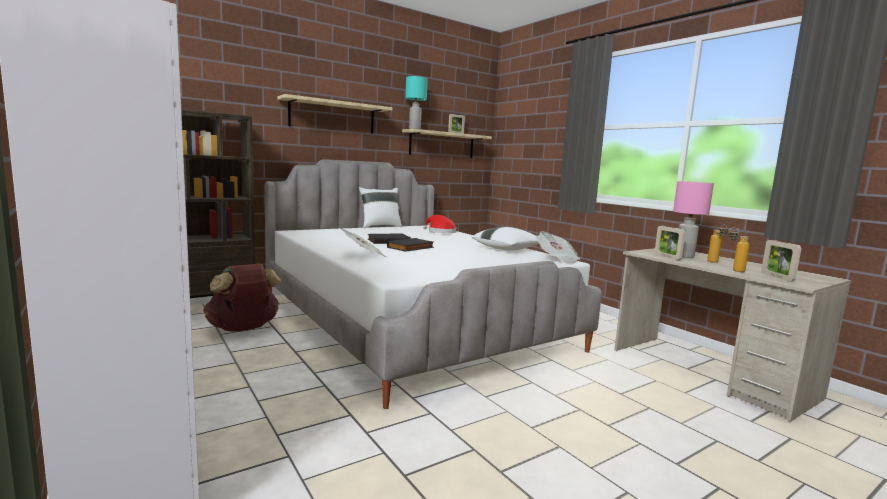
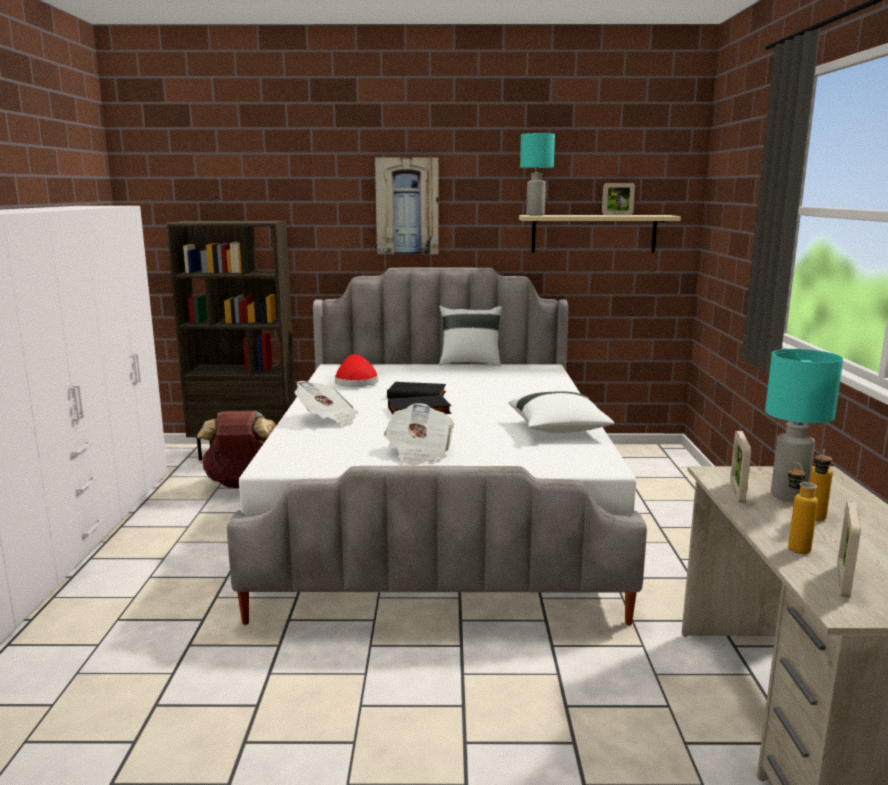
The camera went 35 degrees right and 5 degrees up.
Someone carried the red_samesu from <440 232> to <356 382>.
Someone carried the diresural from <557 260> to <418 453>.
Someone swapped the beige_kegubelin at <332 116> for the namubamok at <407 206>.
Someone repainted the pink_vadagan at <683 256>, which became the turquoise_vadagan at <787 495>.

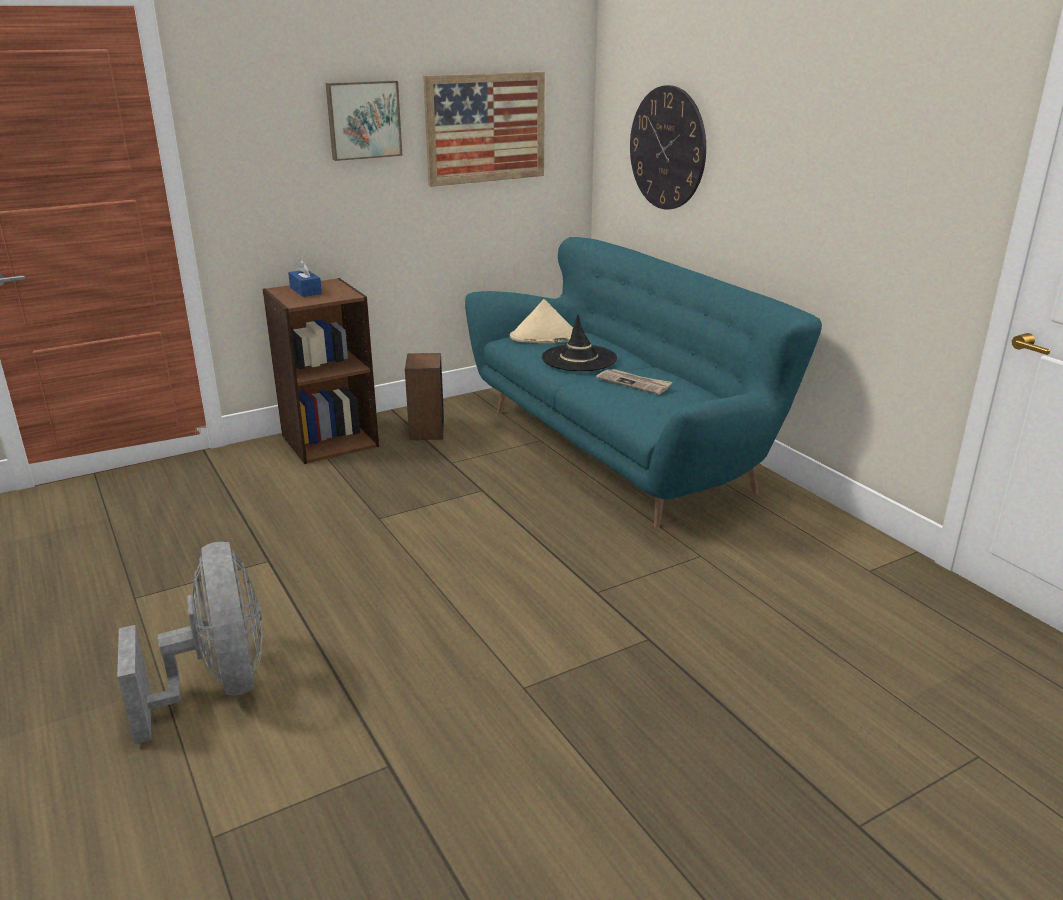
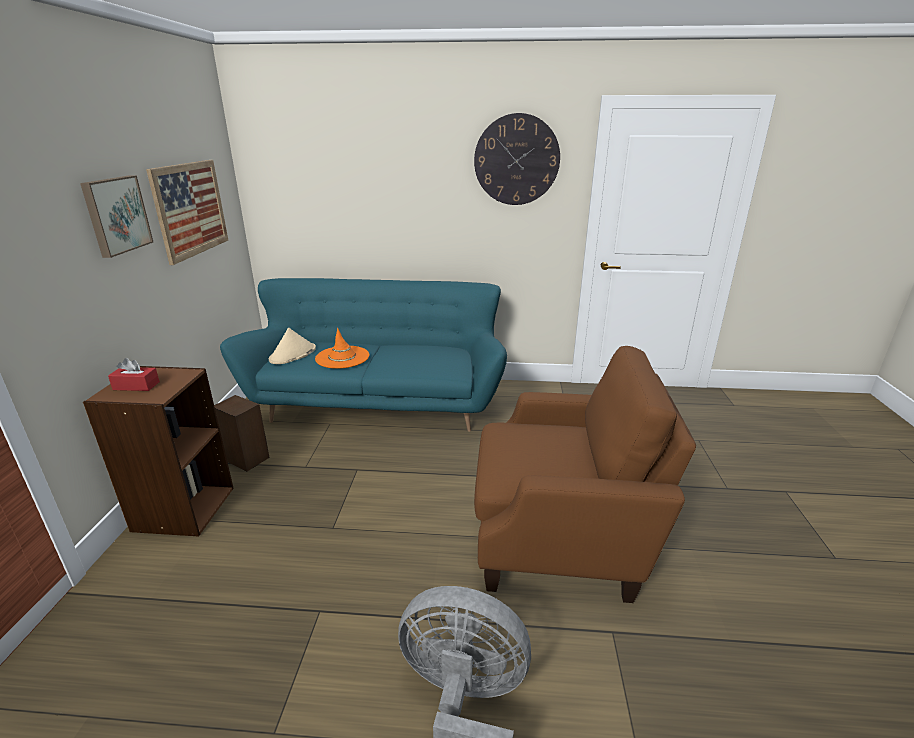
The camera went 55 degrees left and 0 degrees up.
Someone took away the diresural at <634 383>.
Someone put down the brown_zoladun at <560 536>.
Someone carried the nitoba from <667 148> to <516 160>.
Someone repainted the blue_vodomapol at <305 291>, which became the red_vodomapol at <136 386>.
Someone repainted the black_samesu at <579 358>, which became the orange_samesu at <342 357>.

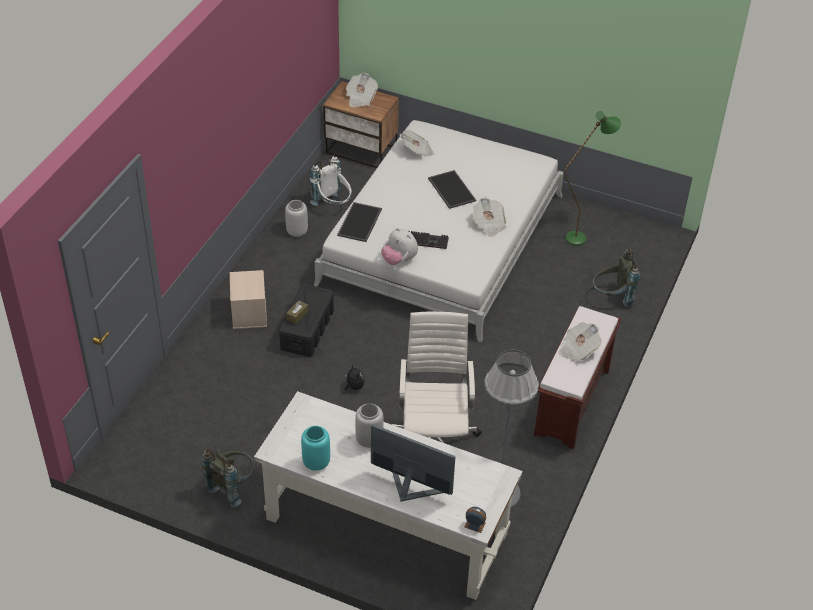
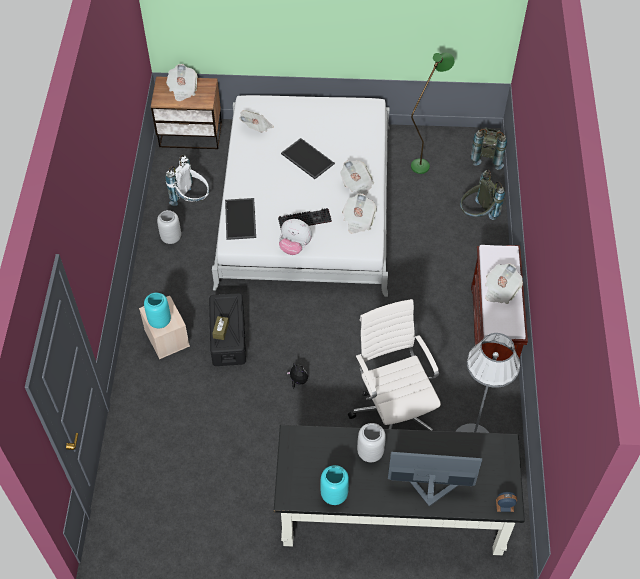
The camera went 20 degrees left and 10 degrees up.
Someone put down the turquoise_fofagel at <160 321>.
Someone put down the diresural at <358 220>.
Someone carried the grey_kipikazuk from <232 486> to <487 156>.
Someone repainted the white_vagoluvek at <385 526>, which became the black_vagoluvek at <391 512>.

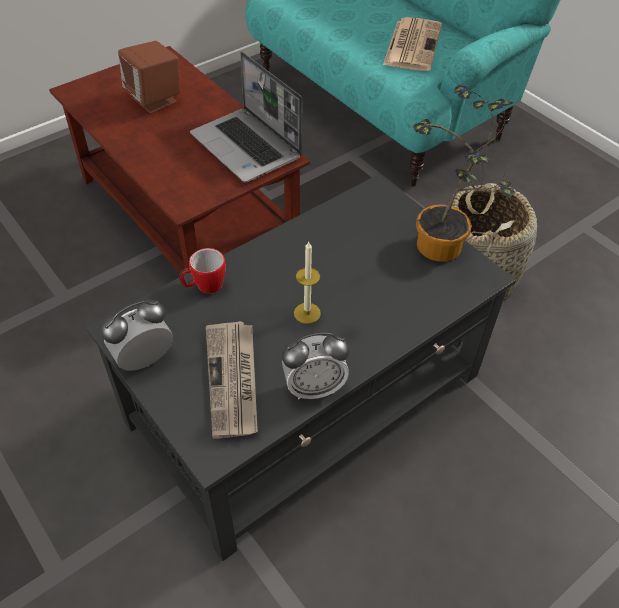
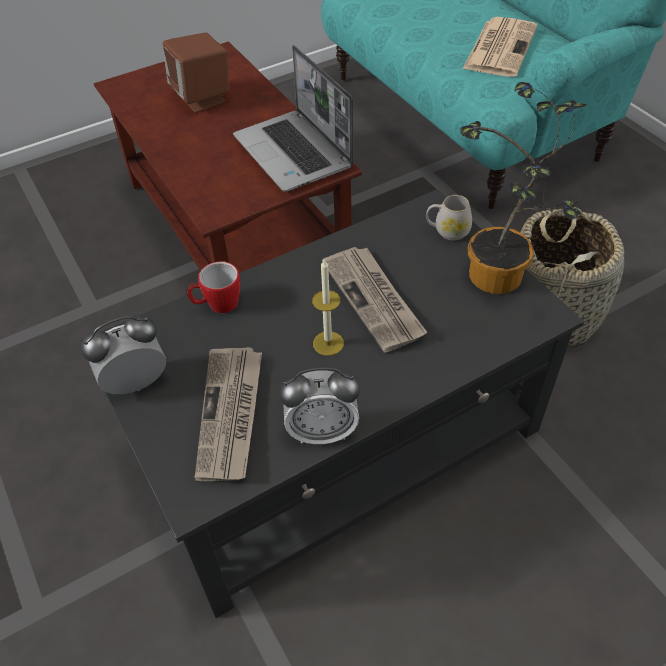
The camera went 10 degrees right and 0 degrees up.
Someone put down the diresural at <374 300>.
Someone put down the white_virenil at <447 231>.

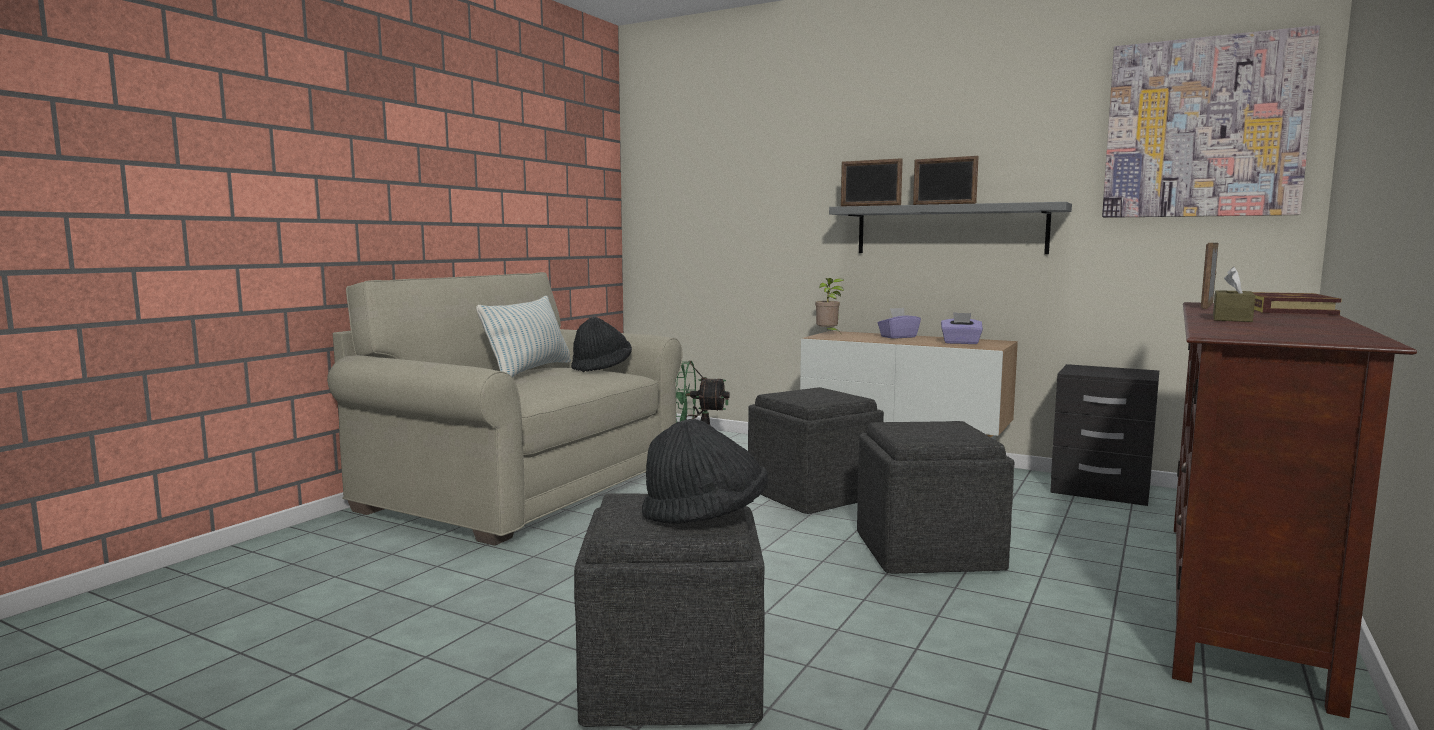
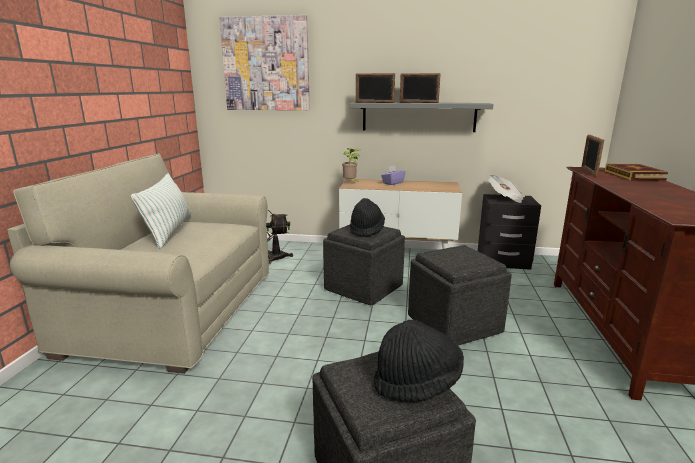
The camera went 20 degrees left and 10 degrees up.
Someone took away the purple_vodomapol at <960 343>.
Someone took away the brown_vodomapol at <1232 318>.
Someone put down the diresural at <505 198>.
Someone carried the black_samesu from <601 367> to <366 230>.
Someone carried the namubamok from <1203 128> to <266 64>.

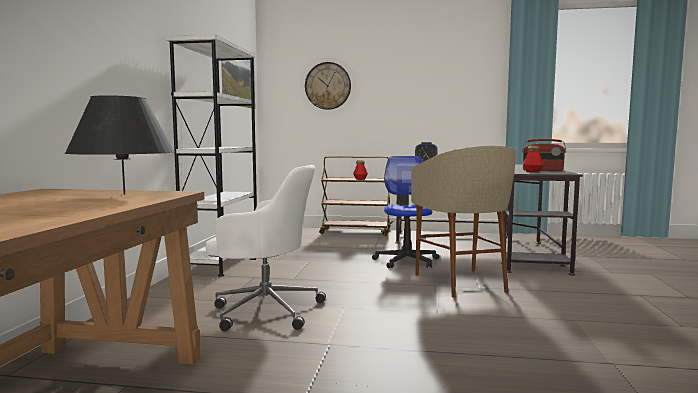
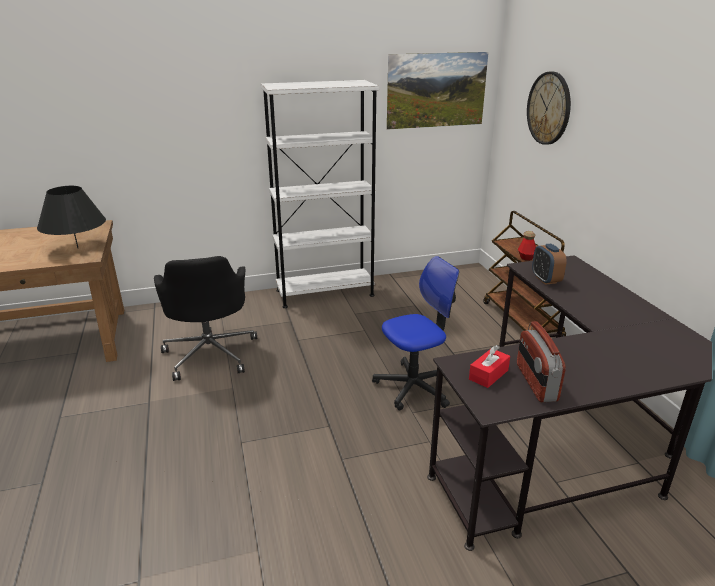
The camera went 65 degrees right and 20 degrees up.
Someone took away the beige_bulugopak at <461 283>.
Someone swapped the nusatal at <532 172> for the red_vodomapol at <488 375>.
Someone repainted the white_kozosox at <265 310>, which became the black_kozosox at <210 353>.

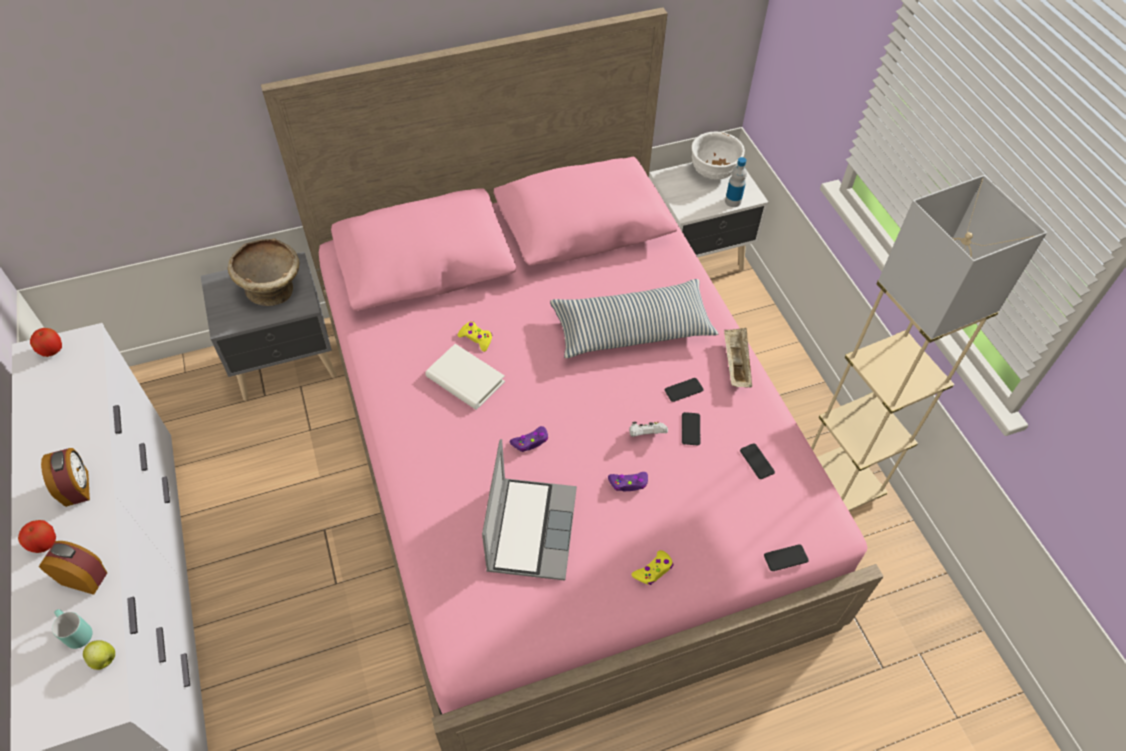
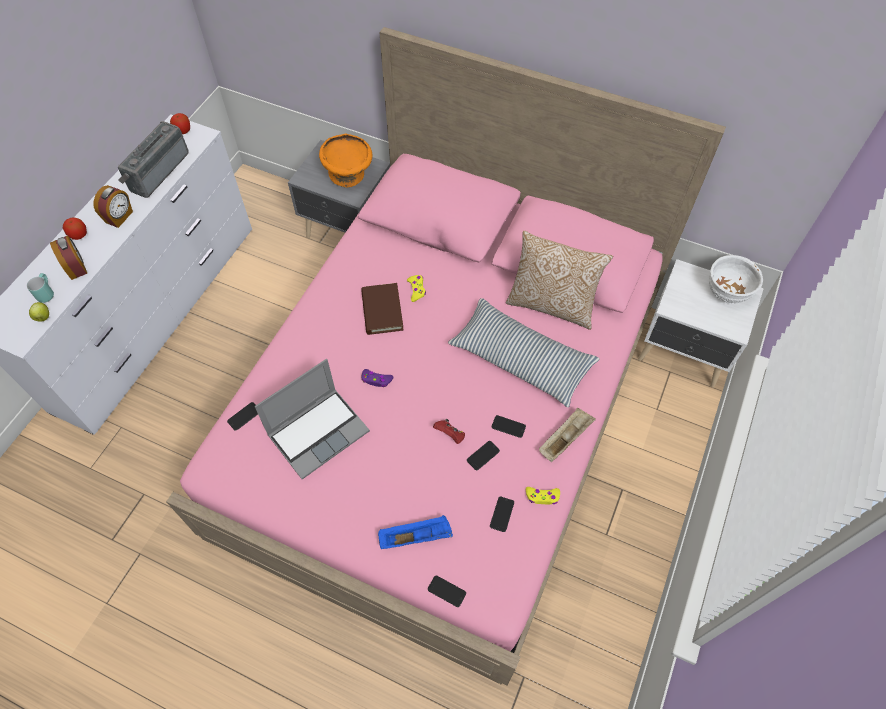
The camera went 45 degrees right and 5 degrees up.
Someone took away the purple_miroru at <628 483>.
Someone took away the nusatal at <733 201>.
Someone took away the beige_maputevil at <838 485>.
Someone put down the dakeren at <157 171>.
Someone put down the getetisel at <244 416>.
Someone put down the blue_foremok at <416 536>.
Someone put down the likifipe at <552 304>.
Someone carried the yellow_miroru from <653 570> to <542 497>.
Someone repainted the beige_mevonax at <273 289>, which became the orange_mevonax at <349 175>.
Someone repainted the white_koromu at <465 379>, which became the brown_koromu at <382 311>.
Someone repainted the white_miroru at <646 435>, which became the red_miroru at <450 435>.

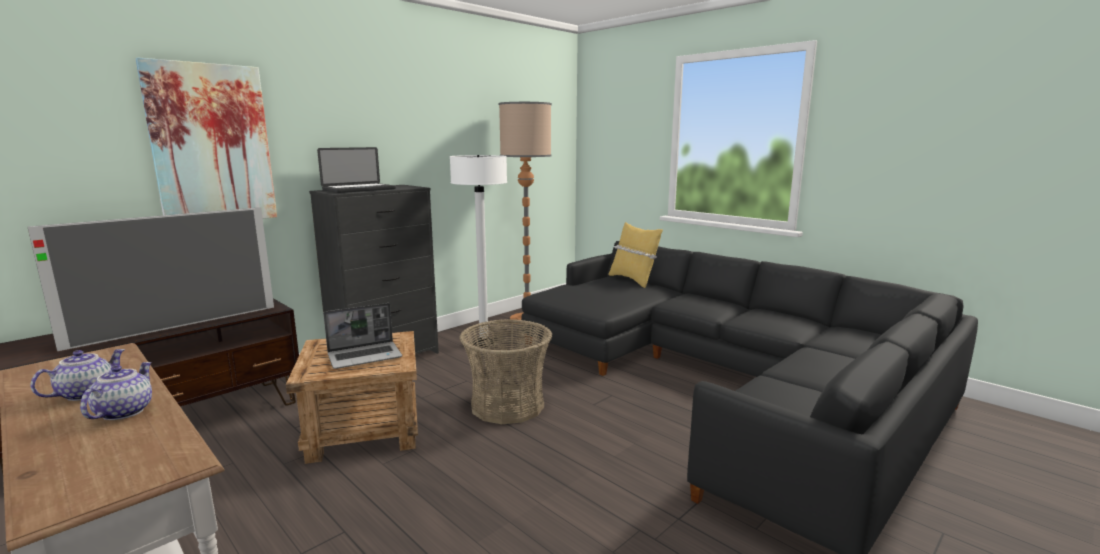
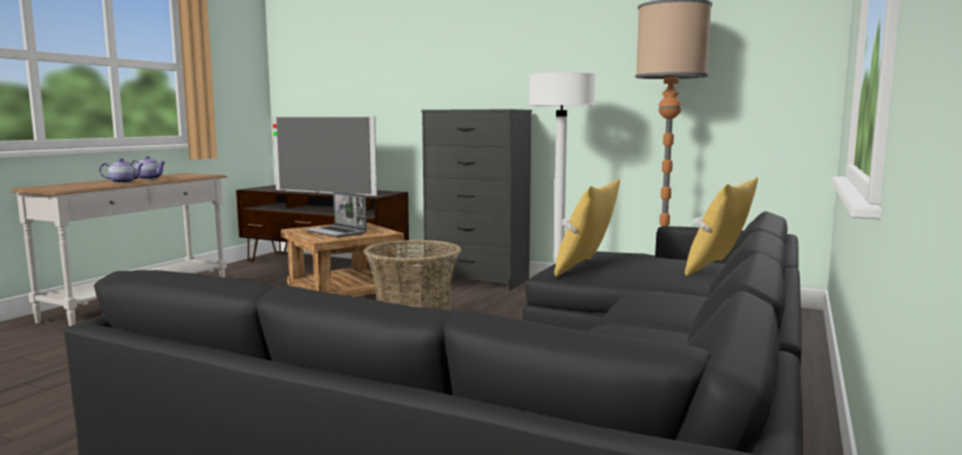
The camera went 70 degrees right and 5 degrees down.
Someone took away the namubamok at <212 145>.
Someone took away the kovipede at <359 189>.
Someone put down the yellow_likifipe at <587 268>.

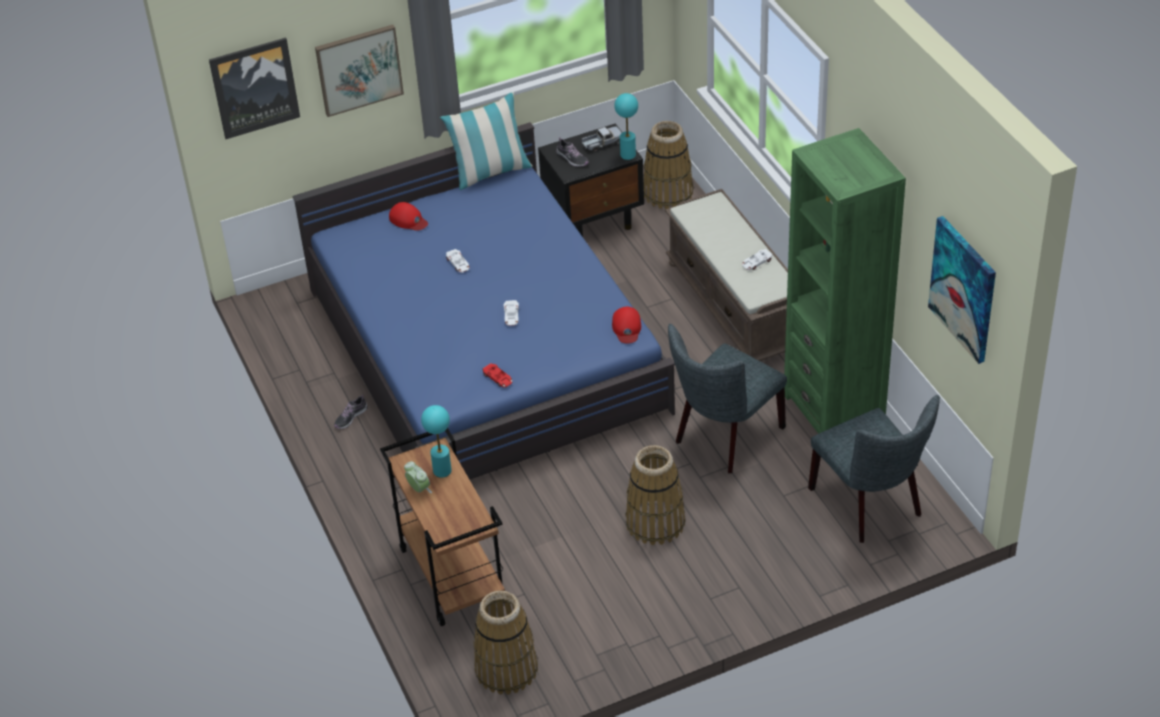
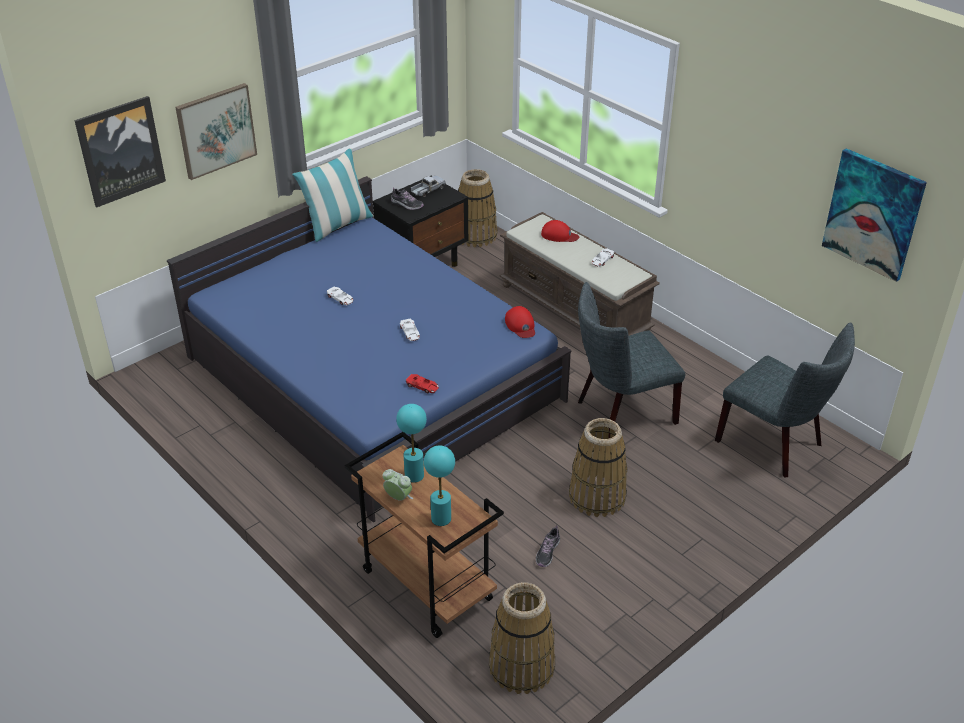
The camera went 20 degrees left and 5 degrees down.
Someone took away the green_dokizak at <834 409>.
Someone carried the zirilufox from <350 417> to <547 552>.
Someone carried the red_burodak from <408 220> to <559 235>.
Someone carried the turquoise_vadagan from <627 155> to <441 519>.
Someone rotated the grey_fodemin at <724 438> by 45 degrees clockwise.

